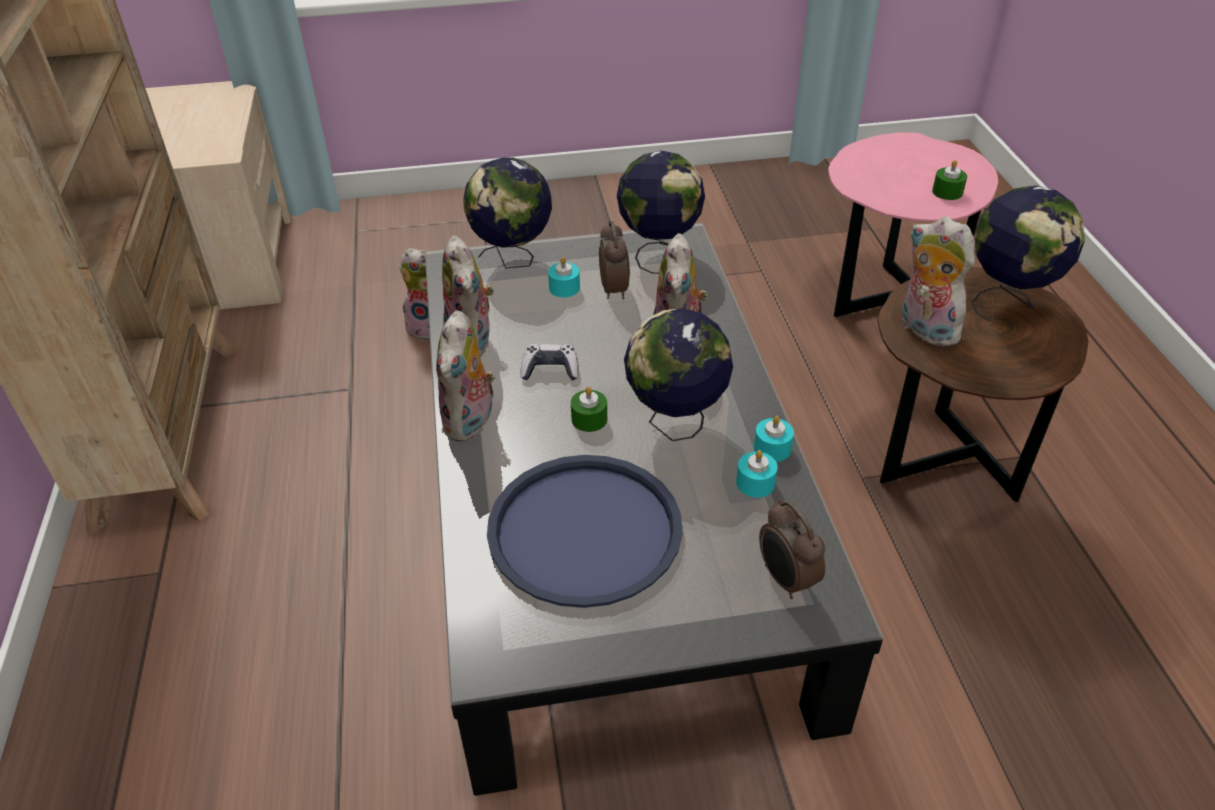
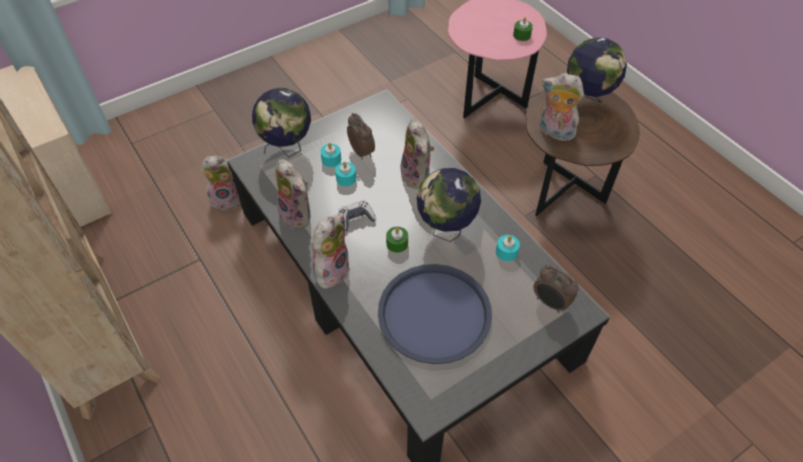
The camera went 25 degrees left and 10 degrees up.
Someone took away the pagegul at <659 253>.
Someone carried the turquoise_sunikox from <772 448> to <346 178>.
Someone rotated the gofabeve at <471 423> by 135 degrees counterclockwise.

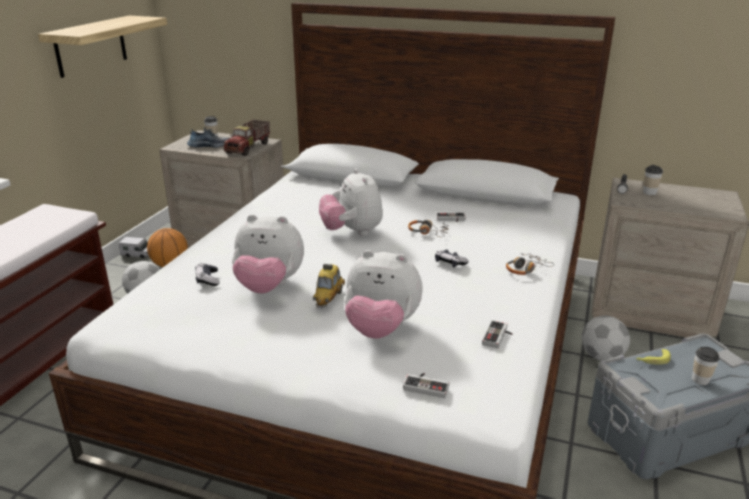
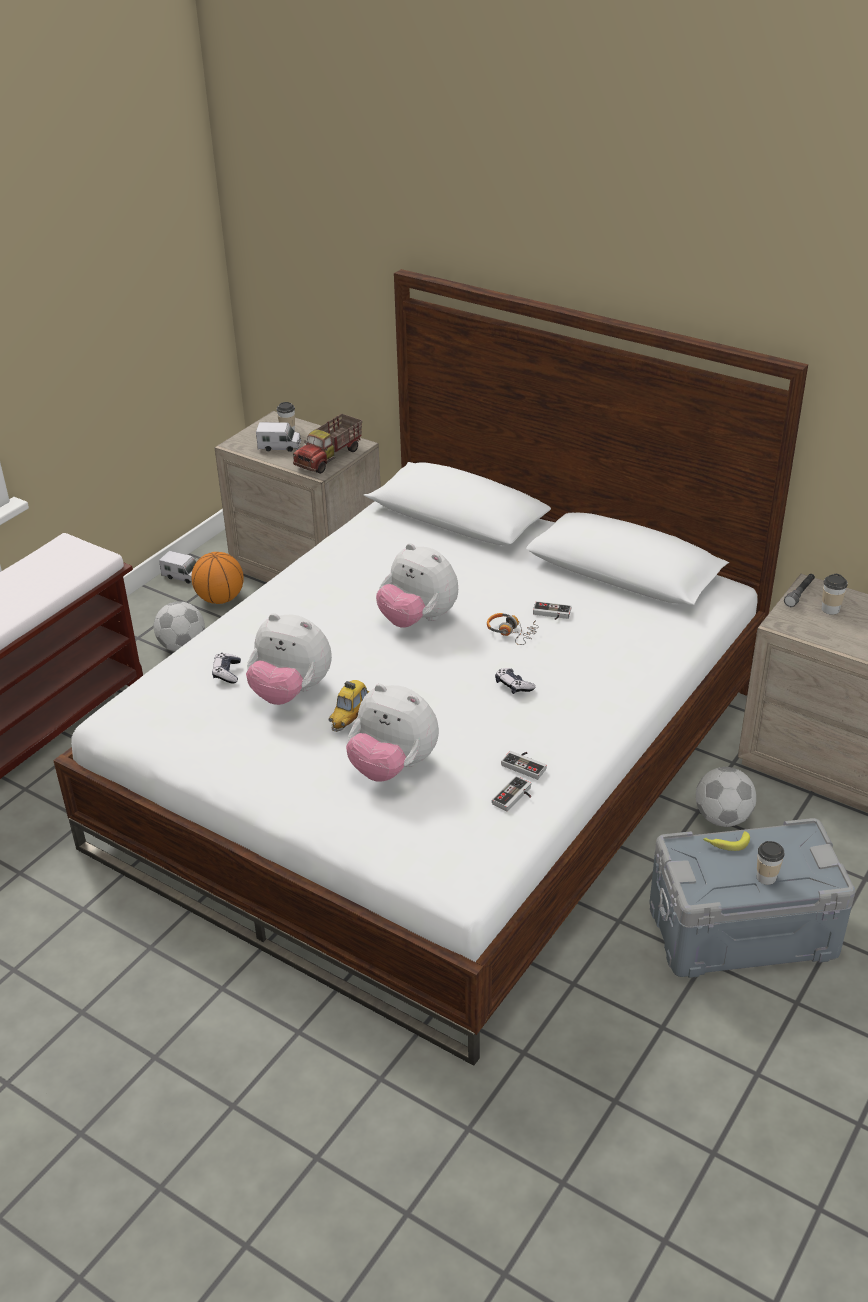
The camera went 15 degrees right and 10 degrees up.
Someone took away the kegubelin at <91 46>.
Someone took away the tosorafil at <526 269>.
Someone carried the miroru from <427 385> to <526 765>.
Someone swapped the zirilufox at <209 145> for the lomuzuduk at <279 447>.
Someone rotated the gofabeve at <352 232> by 45 degrees counterclockwise.

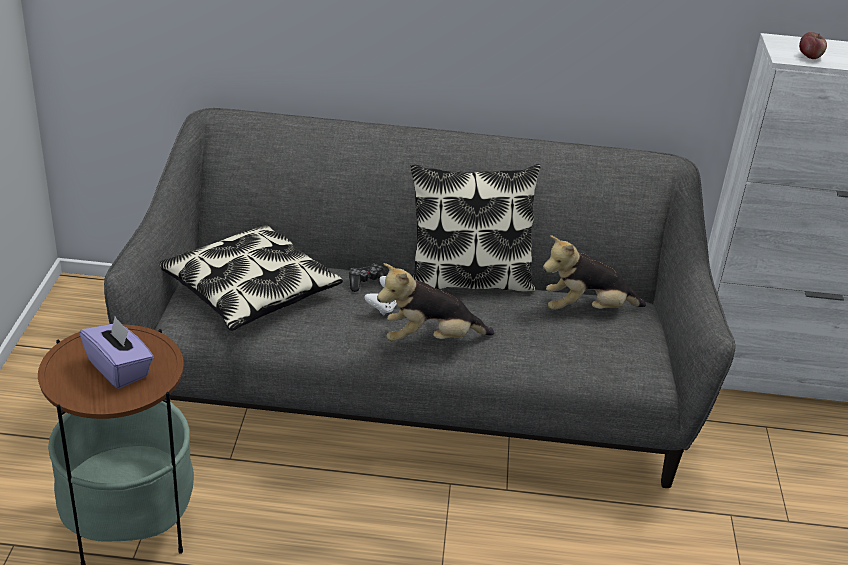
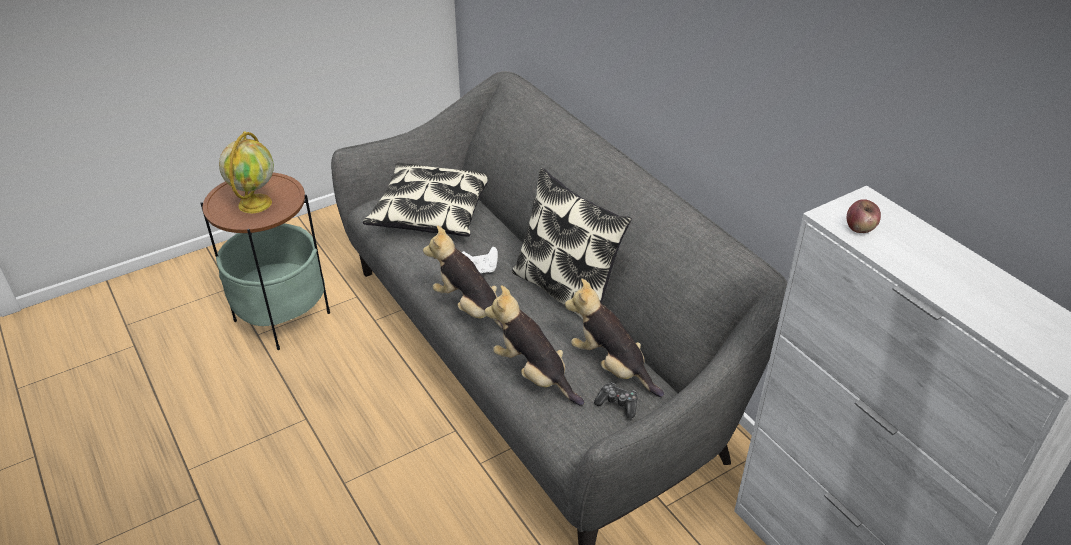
The camera went 55 degrees right and 5 degrees up.
Someone put down the gofabeve at <534 374>.
Someone carried the miroru from <367 282> to <617 404>.
Someone swapped the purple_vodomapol at <119 369> for the pagegul at <255 203>.

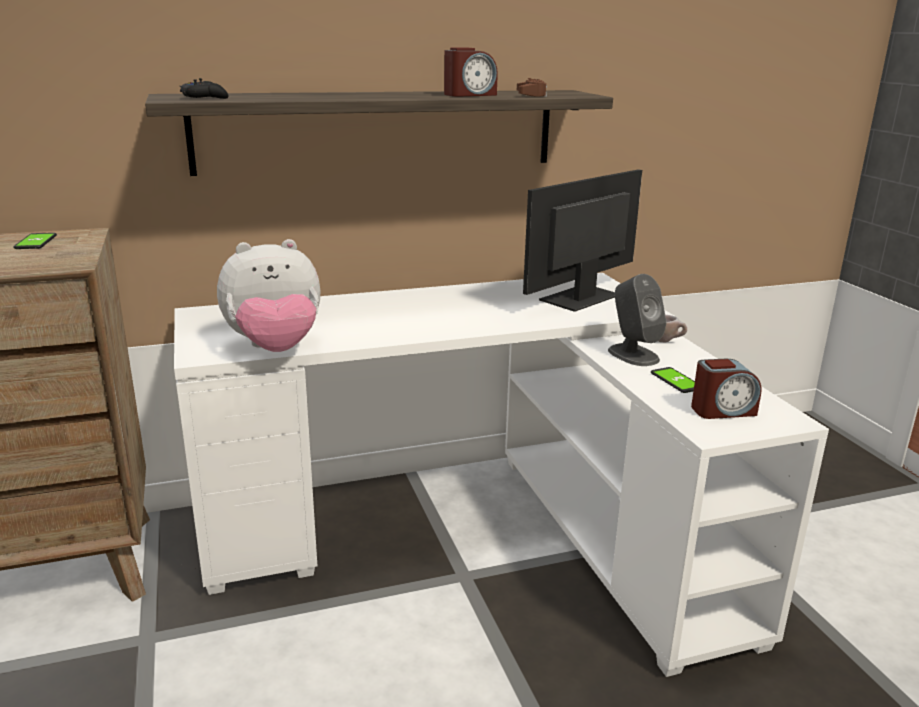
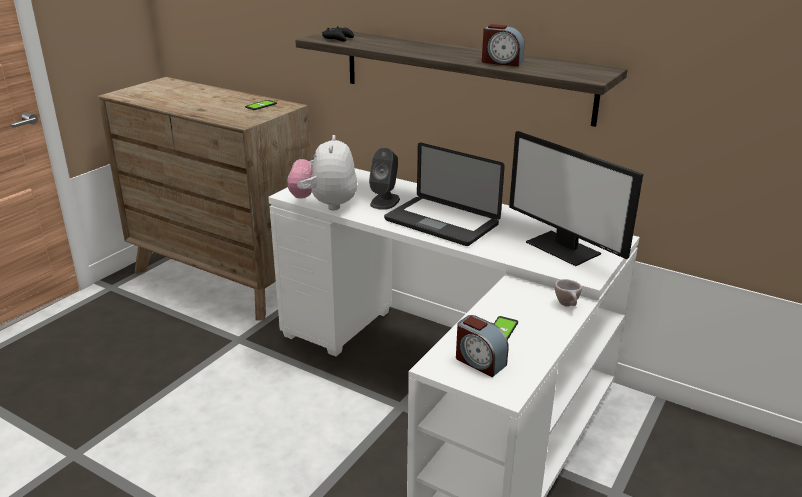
The camera went 50 degrees right and 5 degrees up.
Someone took away the brown_miroru at <531 95>.
Someone put down the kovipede at <441 222>.
Someone carried the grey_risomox from <633 355> to <385 201>.
Someone rotated the gofabeve at <275 348> by 60 degrees clockwise.
Someone rotated the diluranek at <580 298> by 135 degrees counterclockwise.

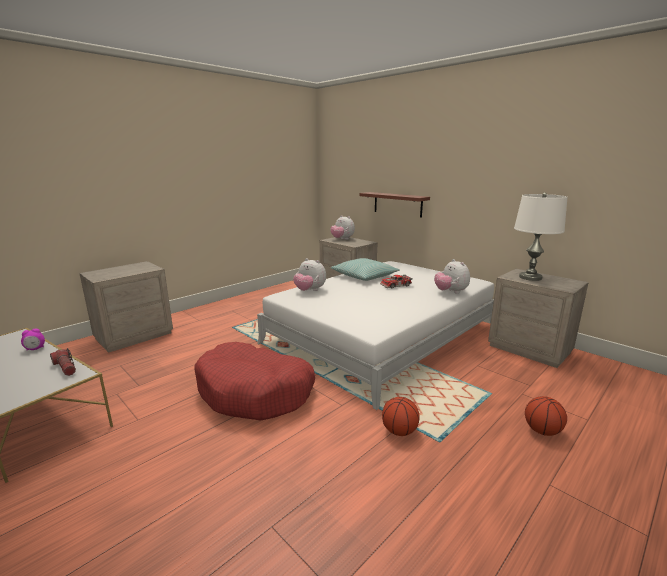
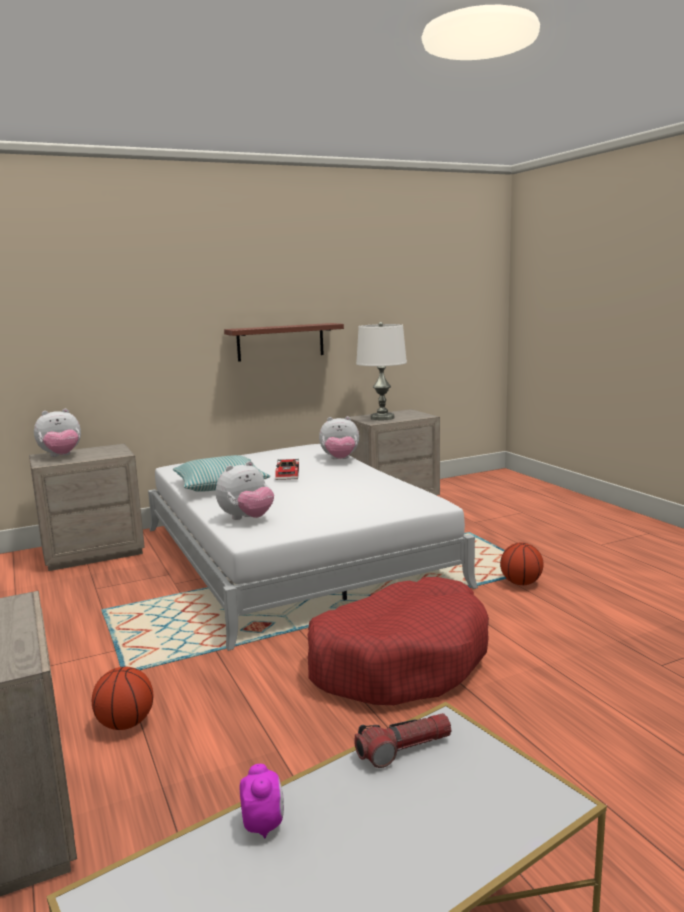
The camera went 70 degrees left and 5 degrees down.
Someone carried the kegubelin from <397 204> to <280 342>.
Someone carried the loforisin from <542 431> to <126 724>.

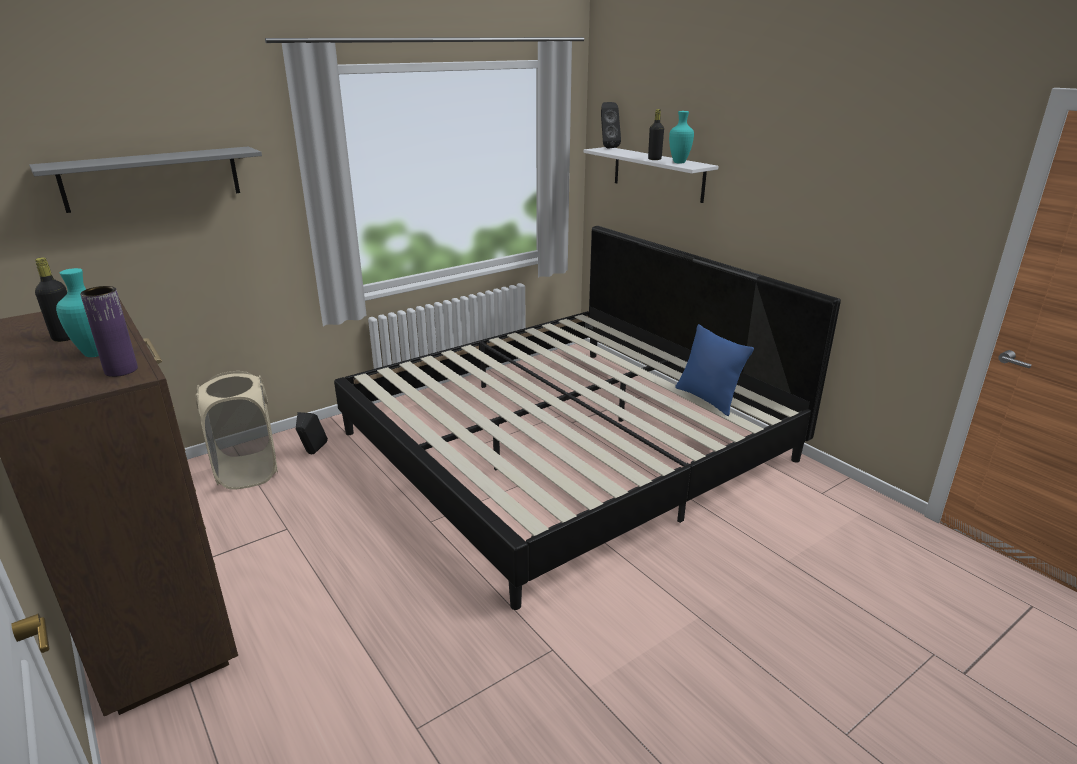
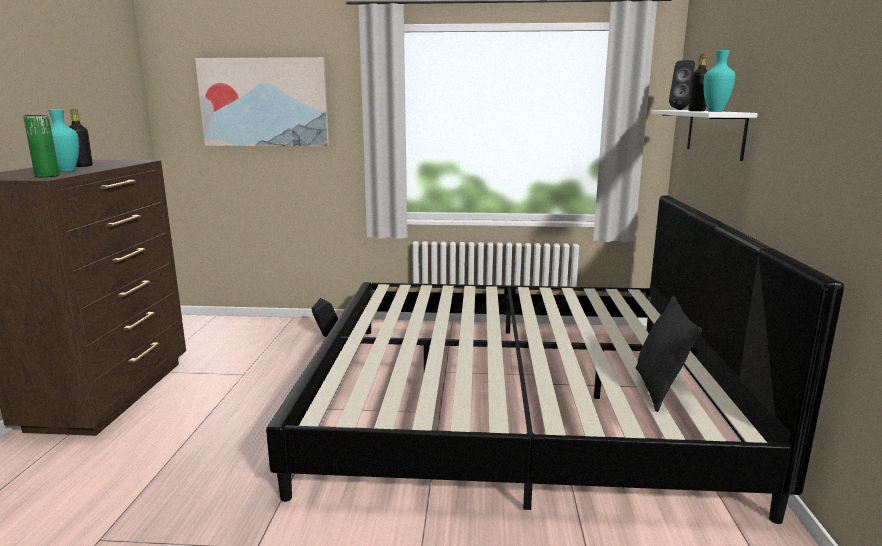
The camera went 40 degrees right and 10 degrees down.
Someone took away the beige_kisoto at <247 471>.
Someone swapped the grey_kegubelin at <152 178> for the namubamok at <264 102>.
Someone repainted the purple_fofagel at <121 370>, which became the green_fofagel at <47 176>.
Someone repainted the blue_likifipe at <708 399>, which became the black_likifipe at <659 389>.

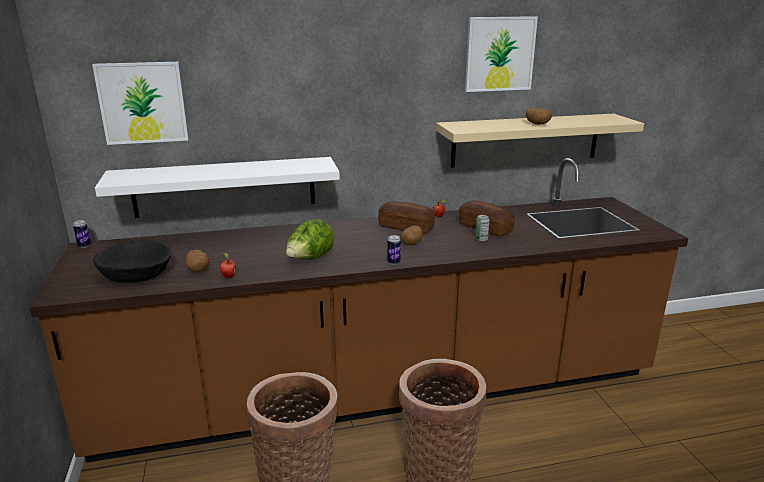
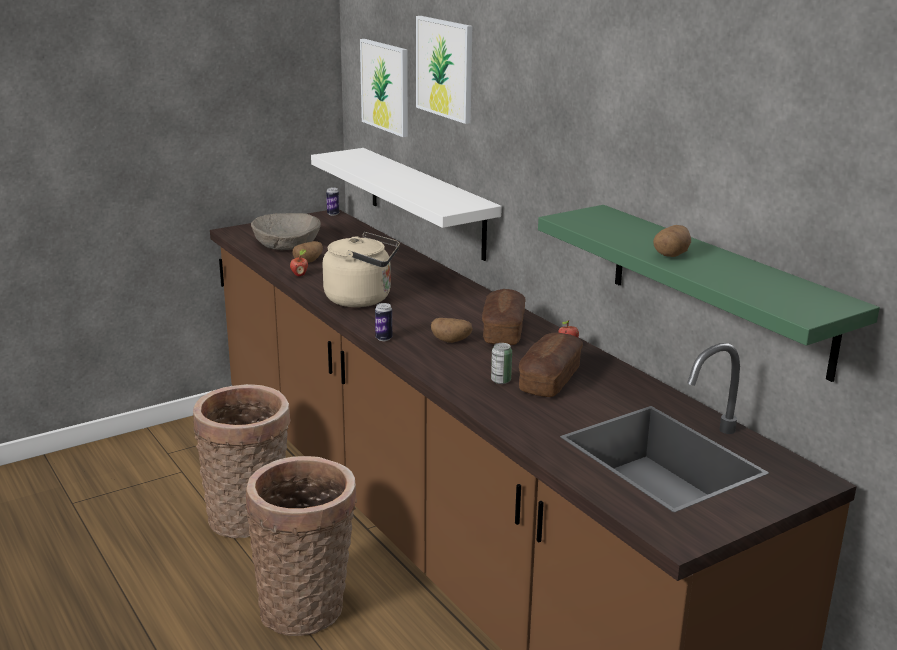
The camera went 70 degrees right and 0 degrees up.
Someone carried the namubamok from <499 54> to <445 68>.
Someone swapped the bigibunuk at <310 259> for the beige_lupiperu at <362 299>.
Someone repainted the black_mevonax at <135 273>, which became the beige_mevonax at <286 243>.
Someone repainted the beige_kegubelin at <526 140>, which became the green_kegubelin at <718 288>.

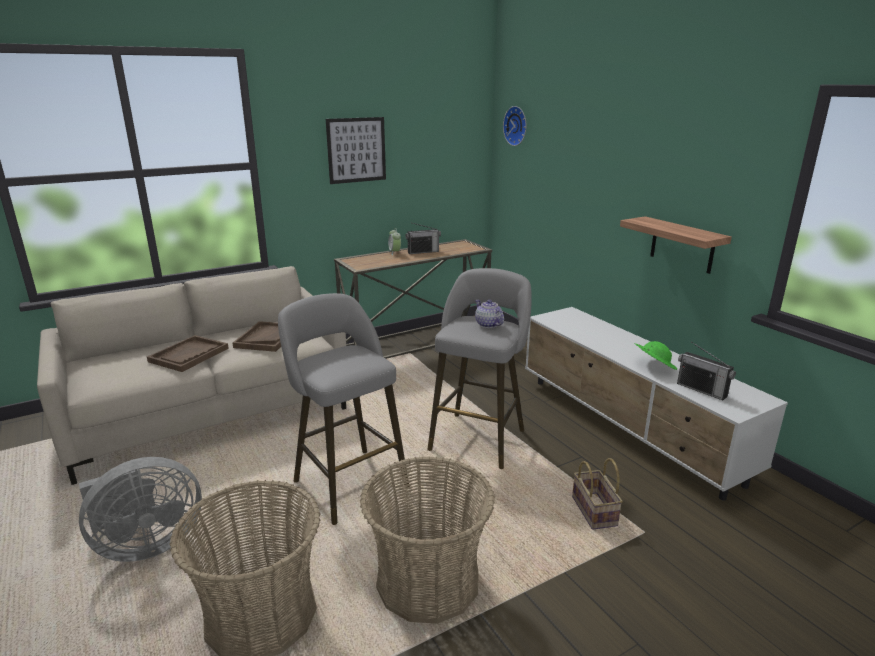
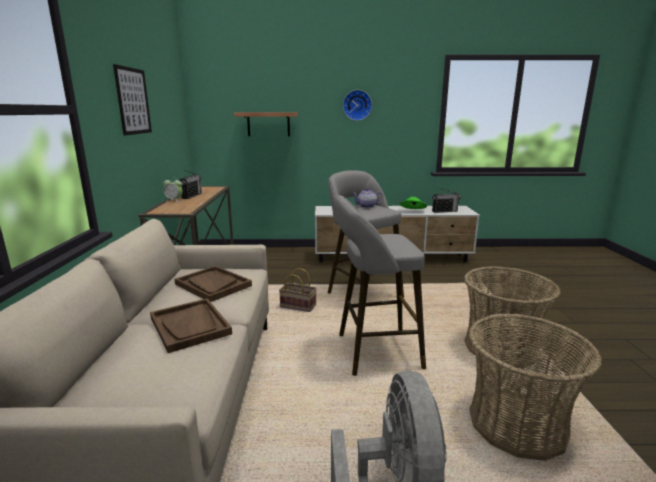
The camera went 60 degrees left and 5 degrees down.
Someone carried the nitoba from <517 126> to <357 105>.
Someone carried the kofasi from <595 512> to <299 306>.
Someone carried the kegubelin from <682 245> to <268 124>.

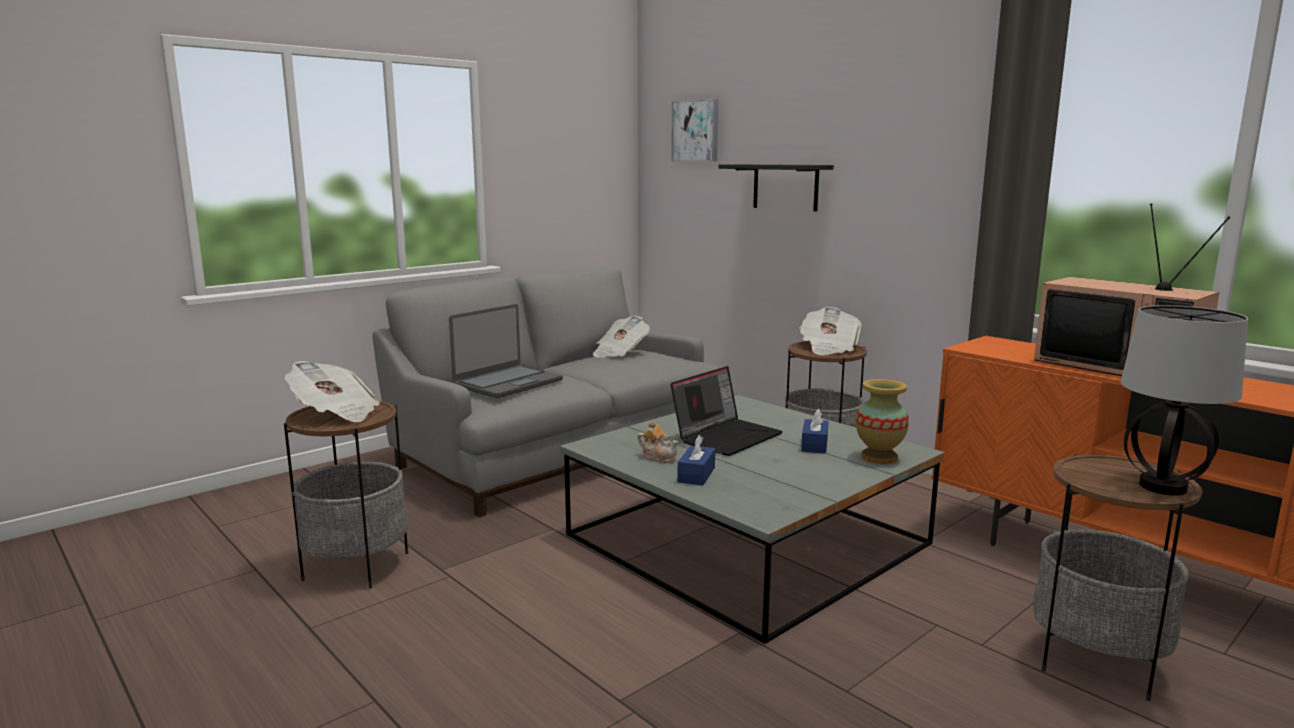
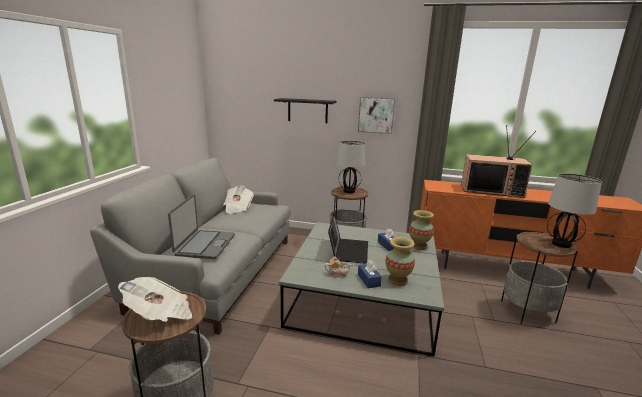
The camera went 35 degrees left and 5 degrees up.
Someone put down the fofagel at <397 280>.
Someone carried the namubamok from <696 131> to <376 115>.
Someone swapped the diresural at <828 348> for the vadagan at <349 191>.

